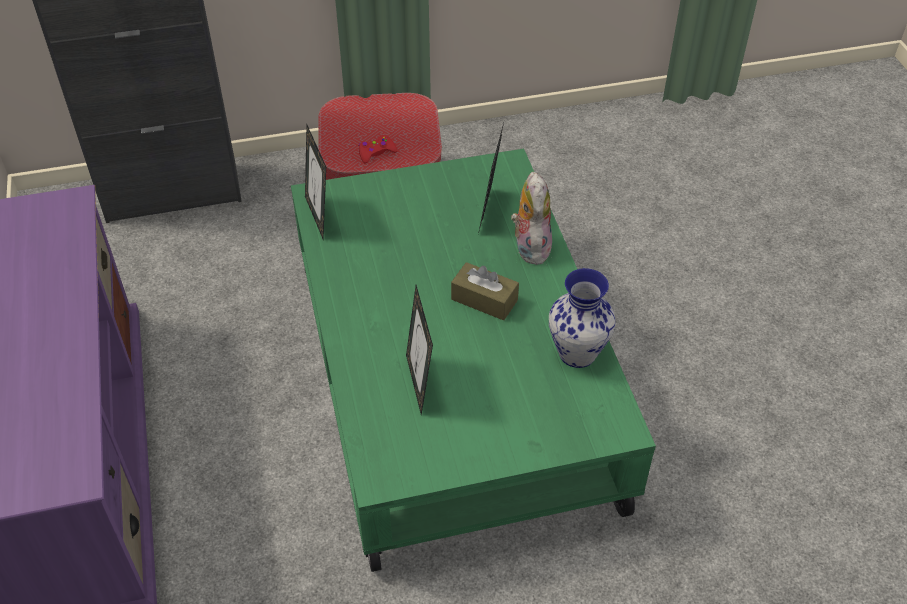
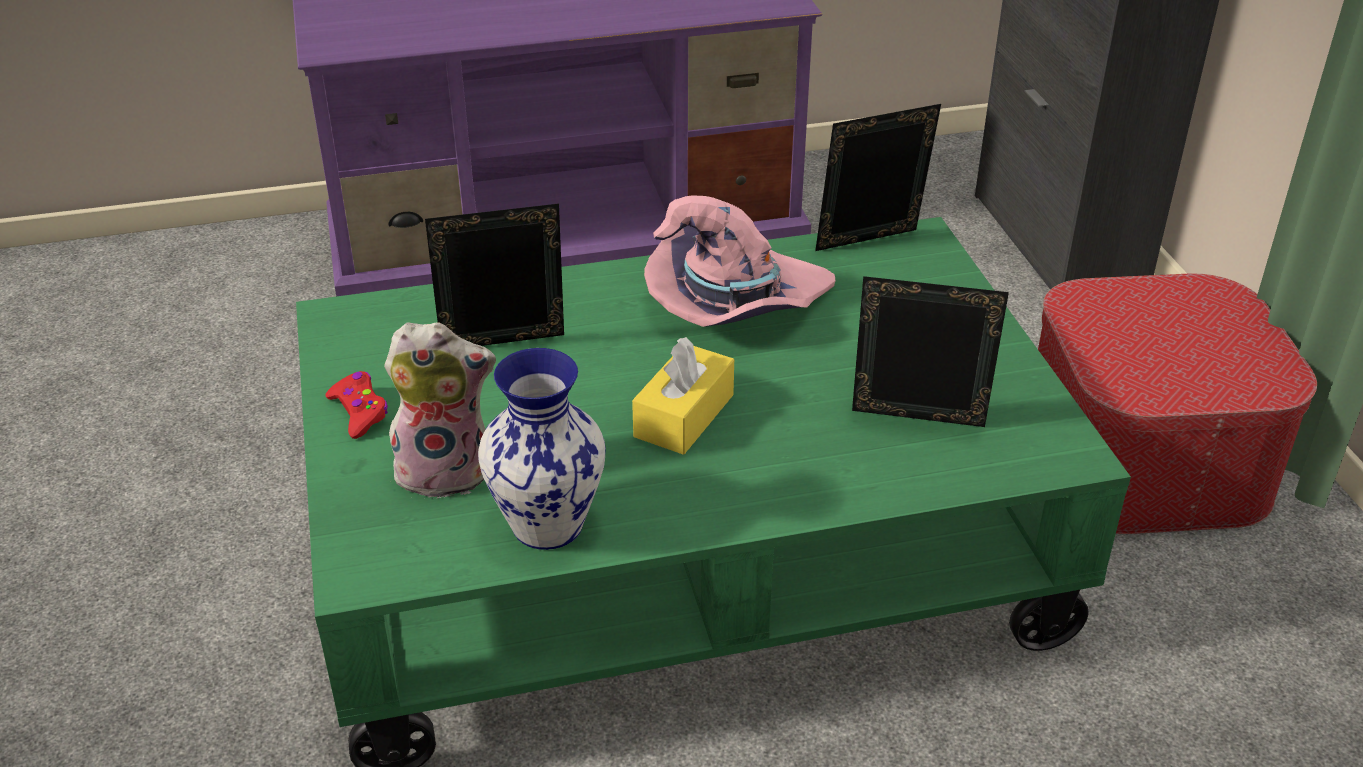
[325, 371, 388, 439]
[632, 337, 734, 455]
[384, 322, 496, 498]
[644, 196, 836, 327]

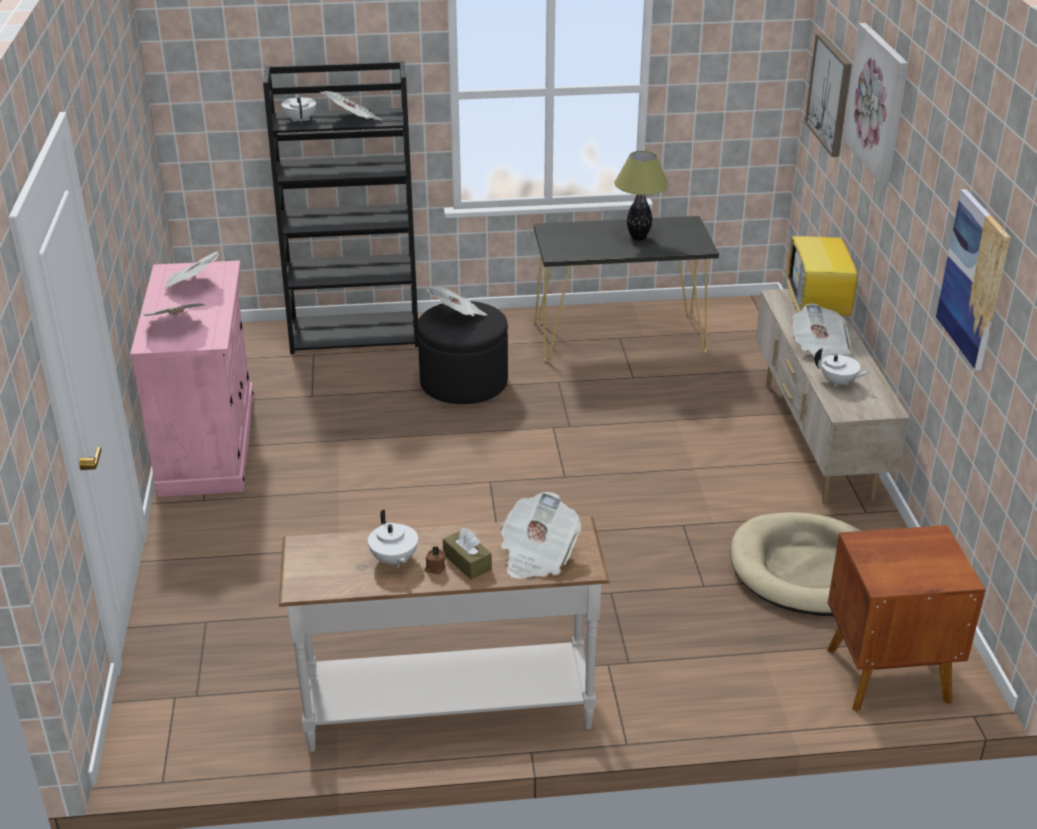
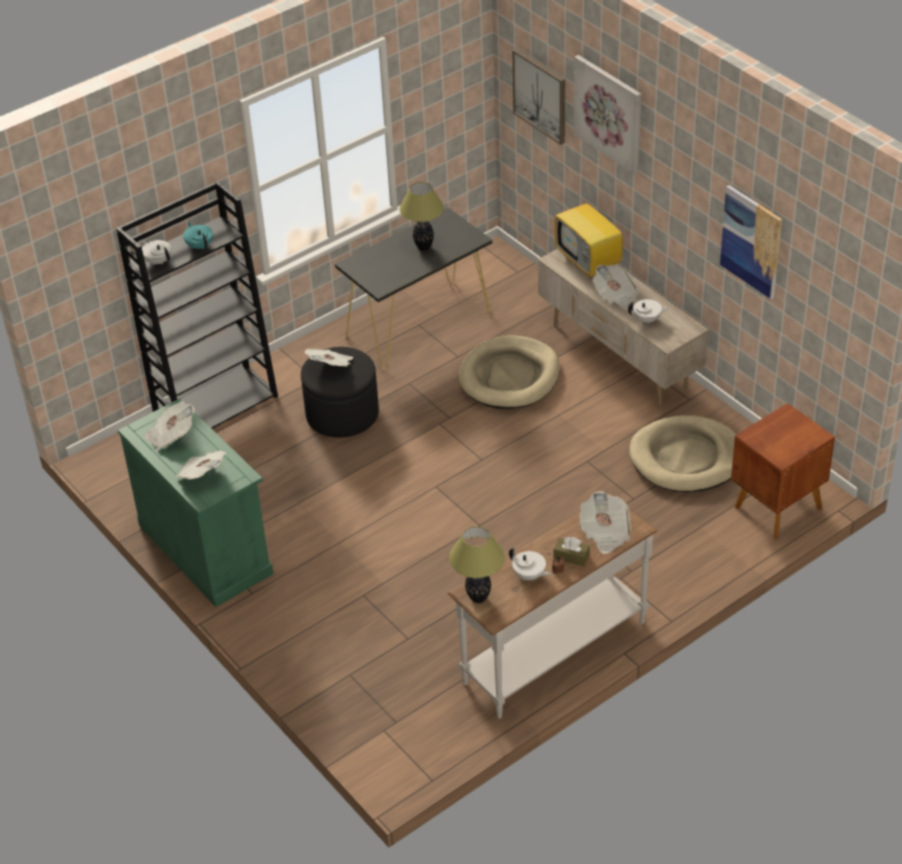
[118, 398, 274, 607]
[183, 222, 213, 250]
[449, 526, 505, 603]
[459, 335, 560, 409]

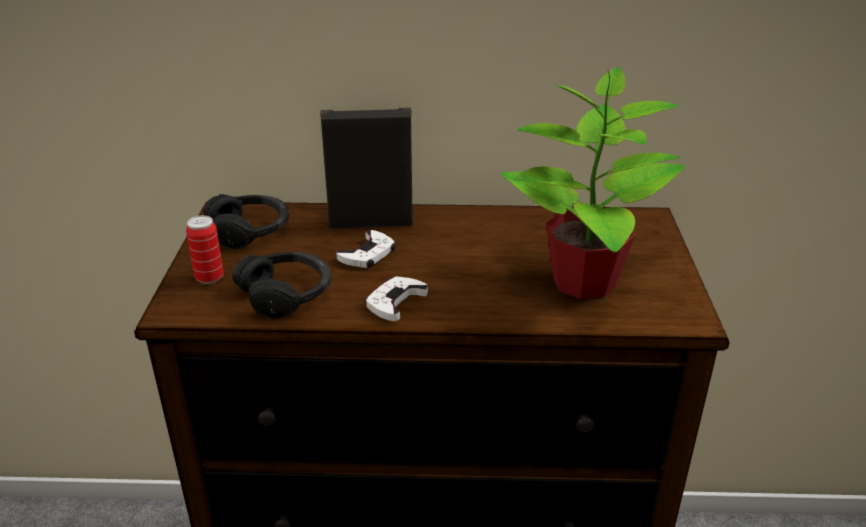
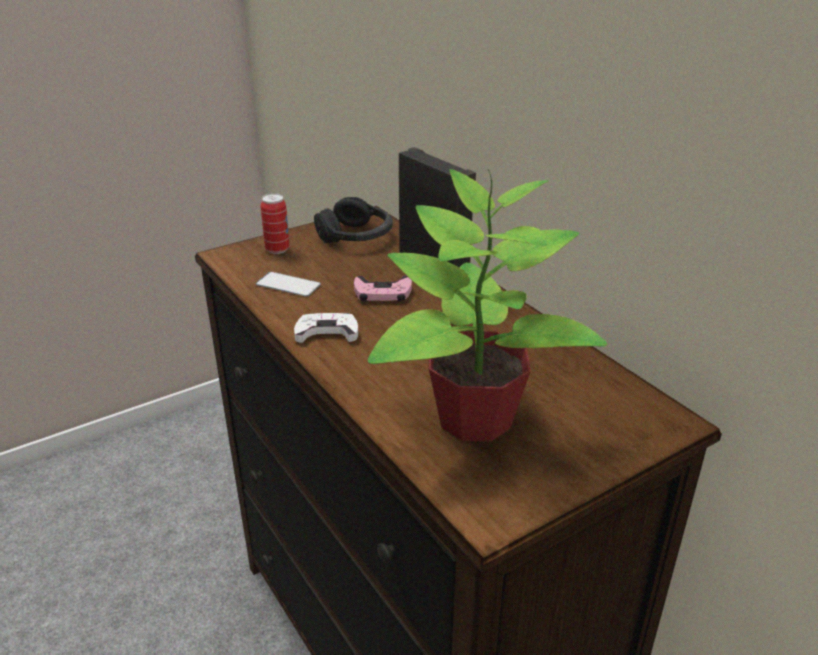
[256, 272, 321, 297]
[354, 275, 412, 302]

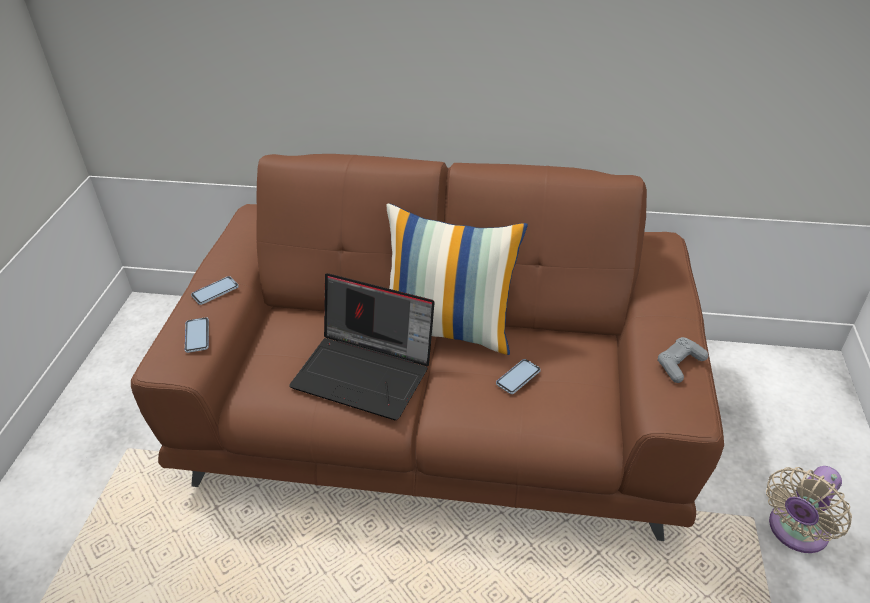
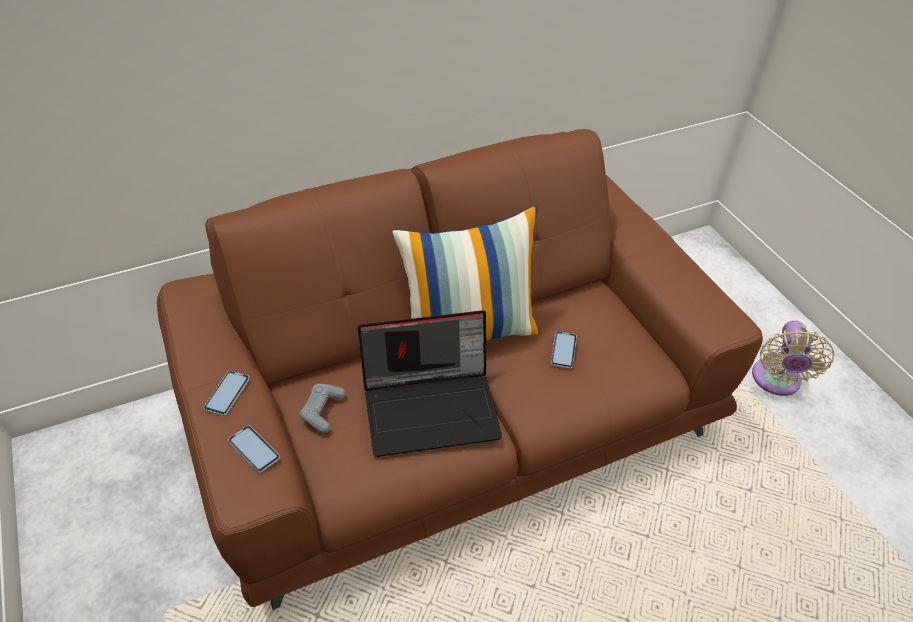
[300, 384, 346, 433]

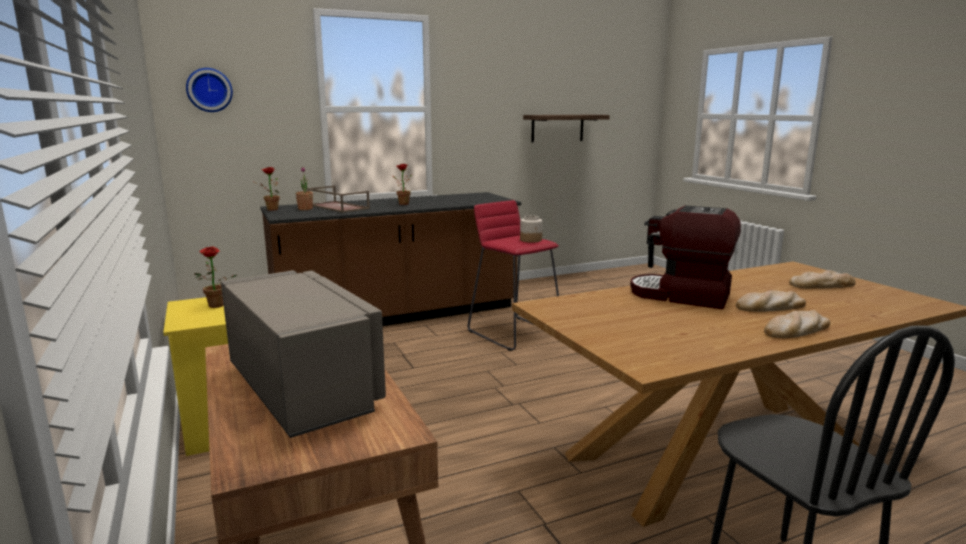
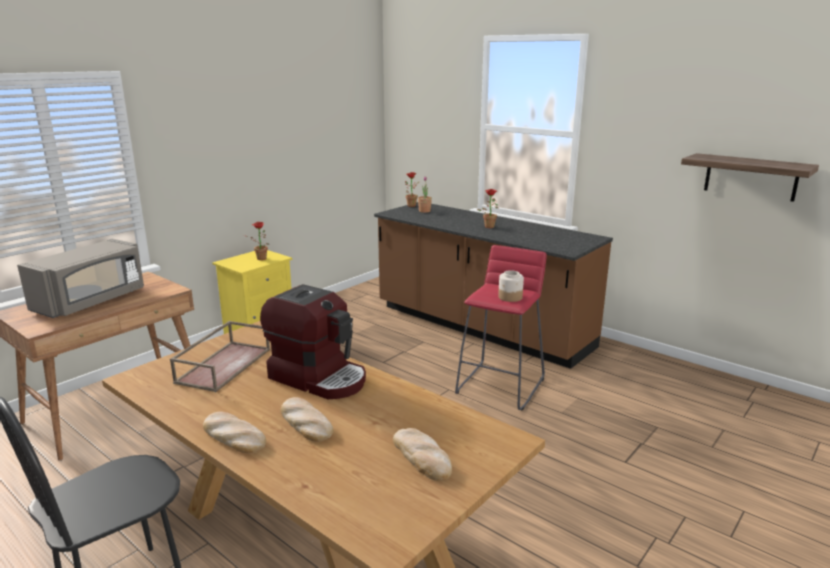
[186, 68, 233, 112] (first image)
[170, 321, 270, 392]
[260, 284, 366, 399]

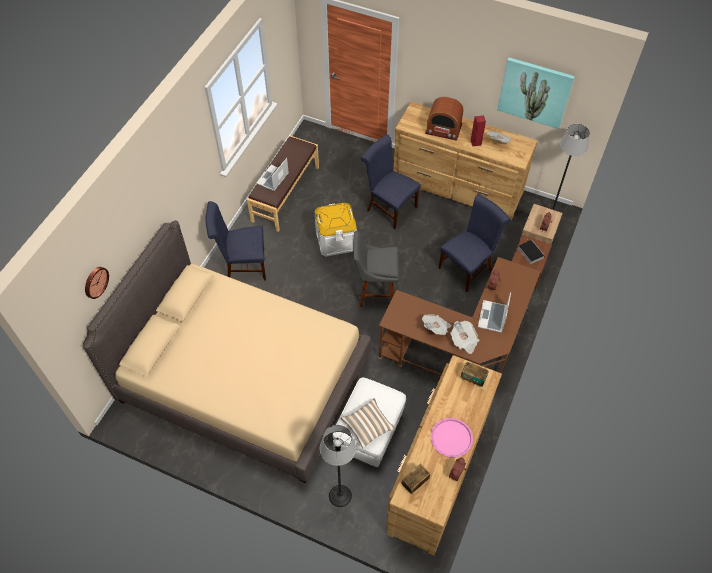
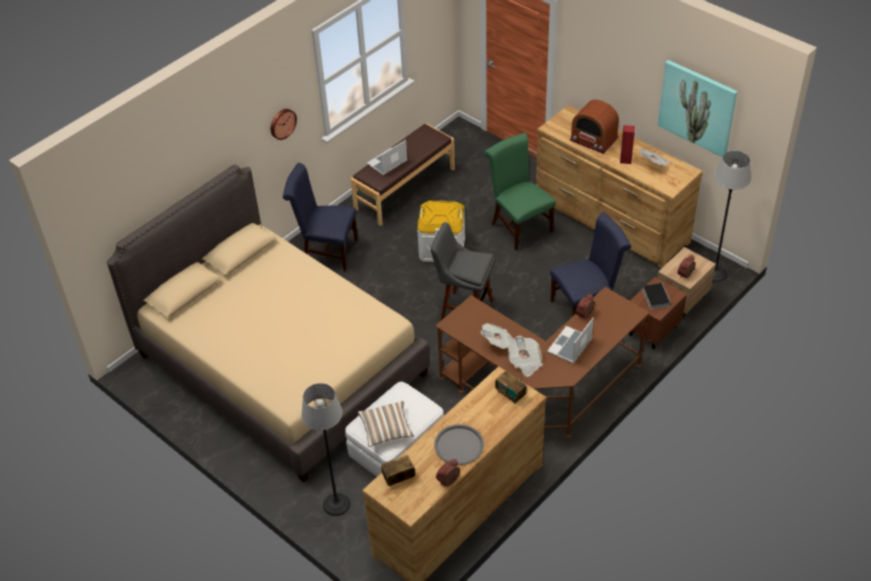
[271, 109, 297, 140]
[484, 133, 556, 250]
[434, 424, 484, 465]

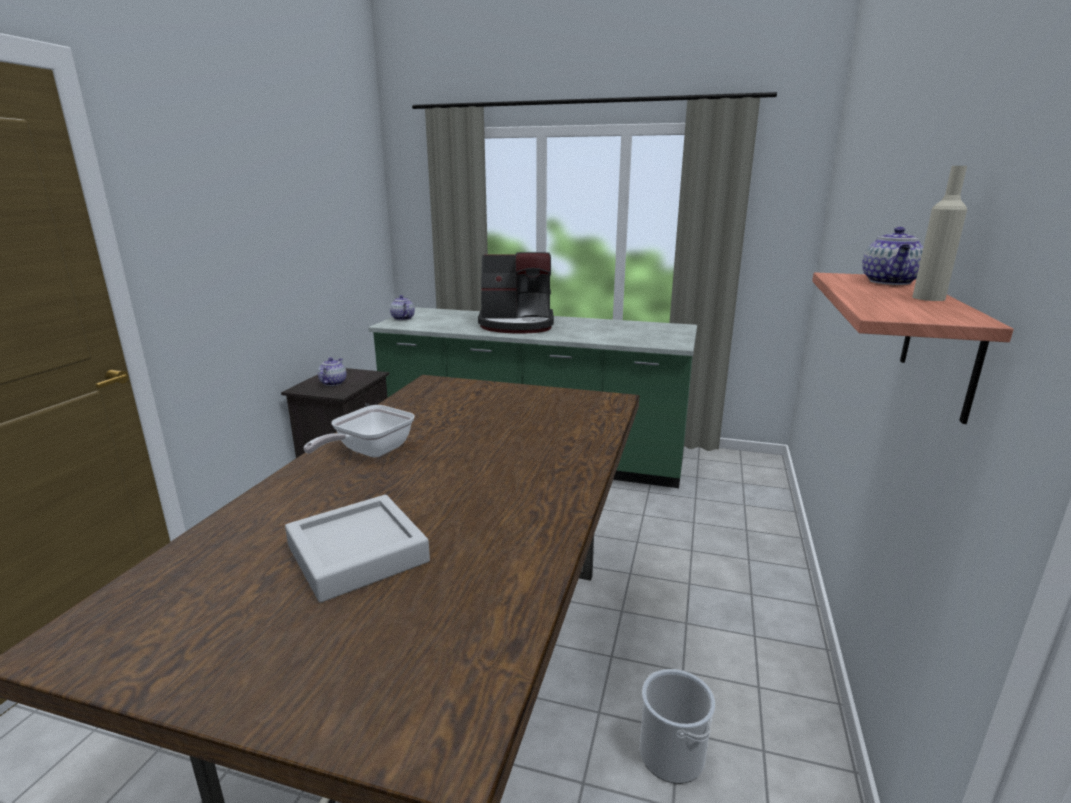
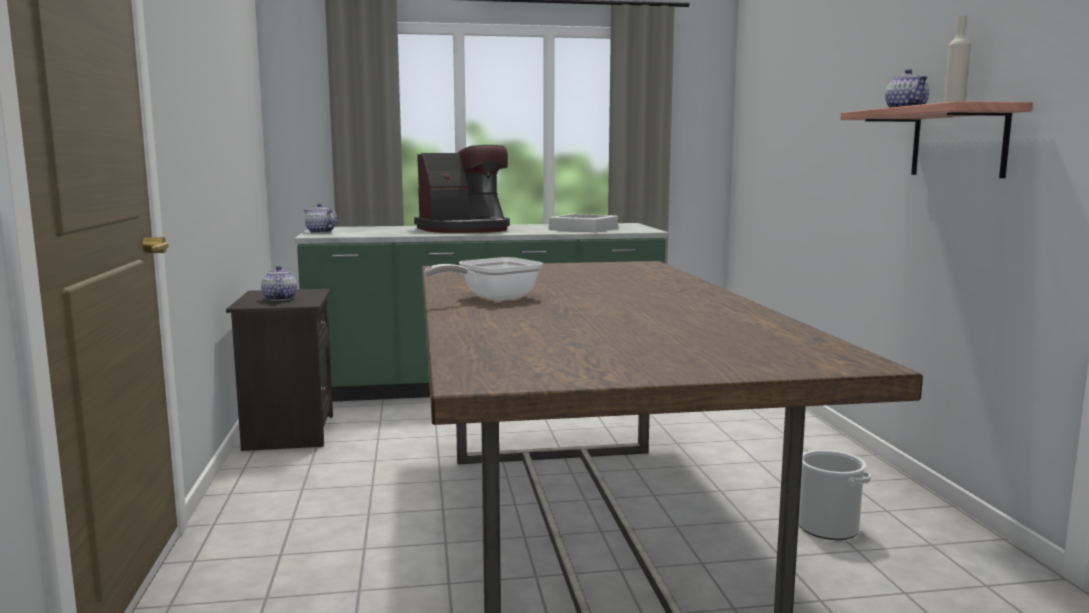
[549, 214, 618, 232]
[424, 257, 543, 301]

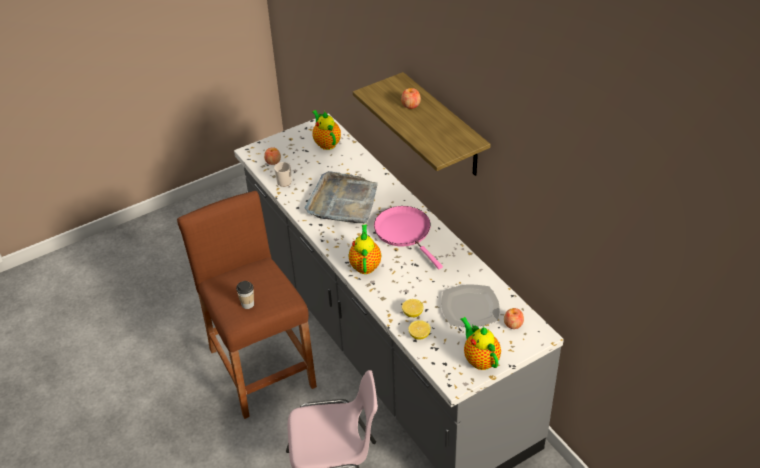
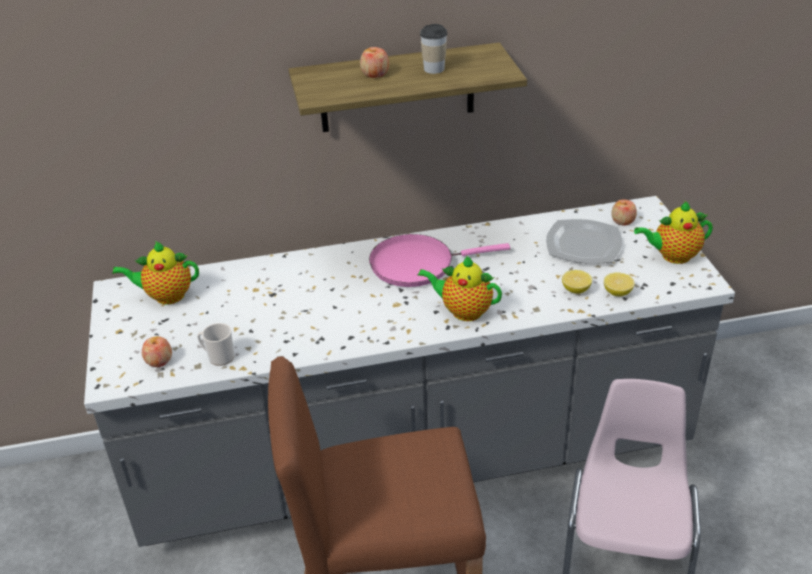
[420, 24, 447, 74]
[305, 171, 378, 223] (first image)

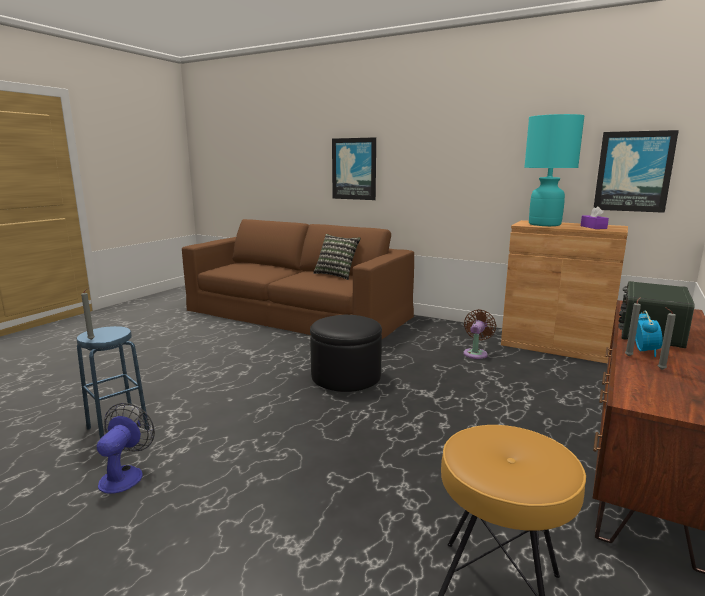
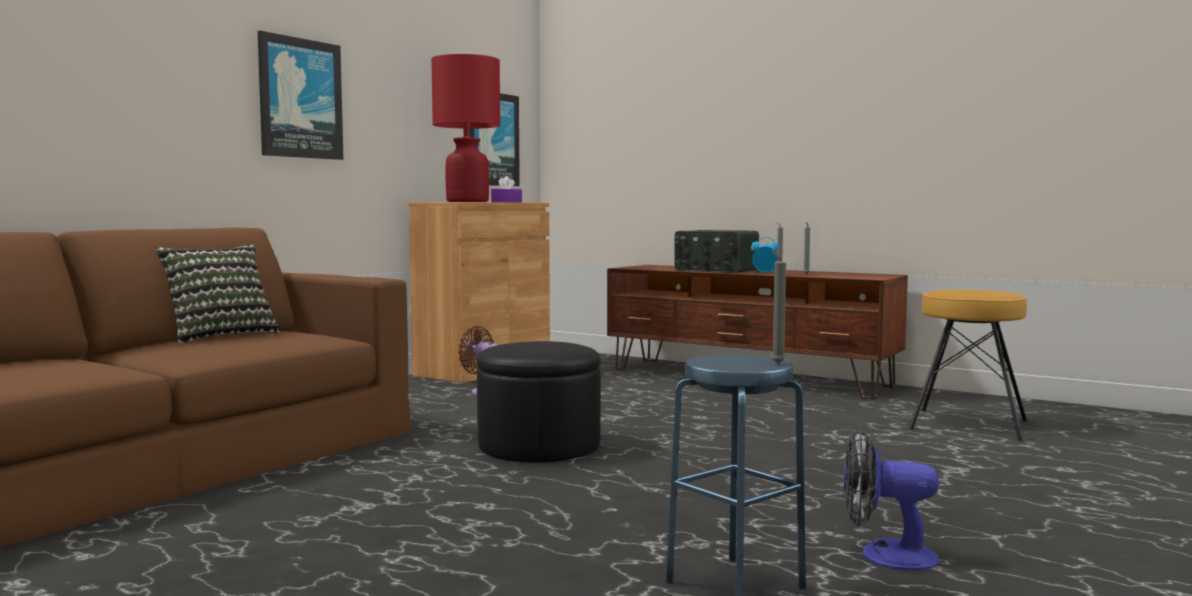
[258, 31, 344, 160]
[431, 54, 500, 202]

